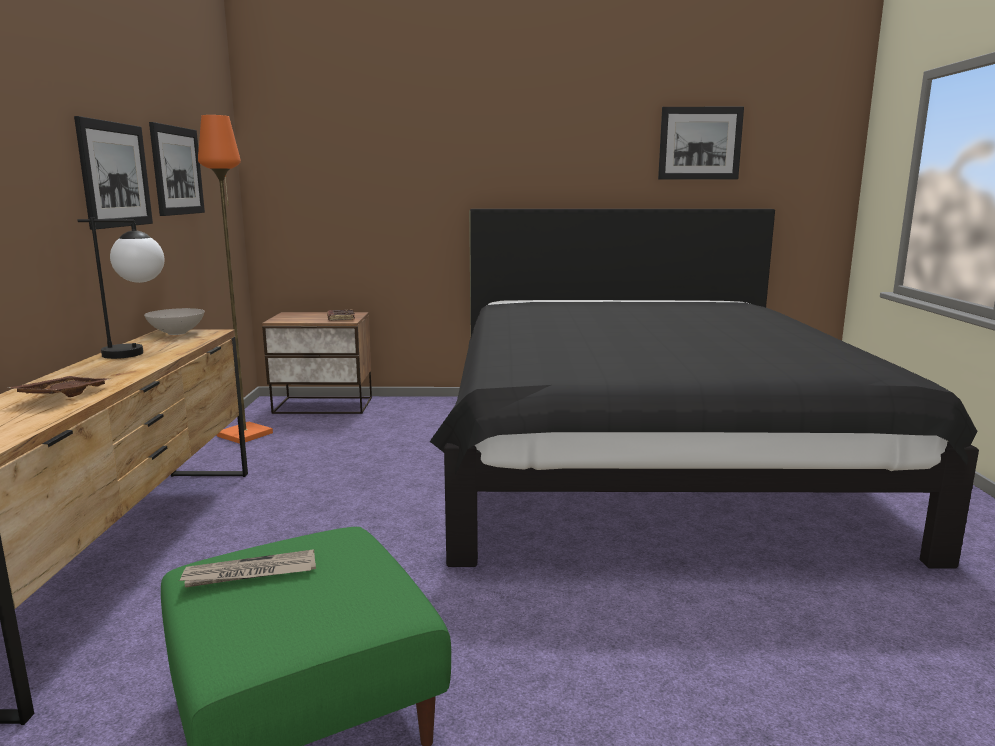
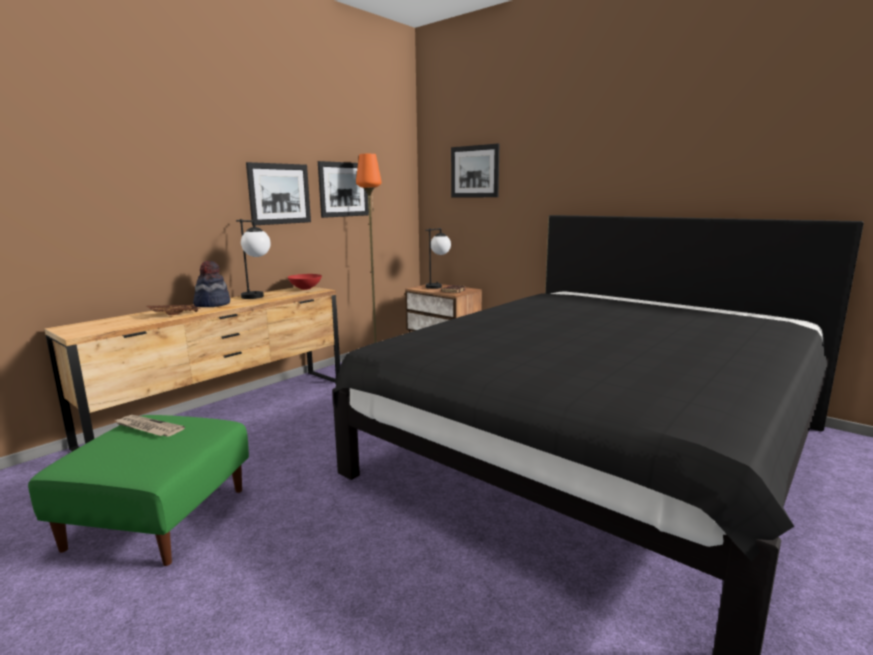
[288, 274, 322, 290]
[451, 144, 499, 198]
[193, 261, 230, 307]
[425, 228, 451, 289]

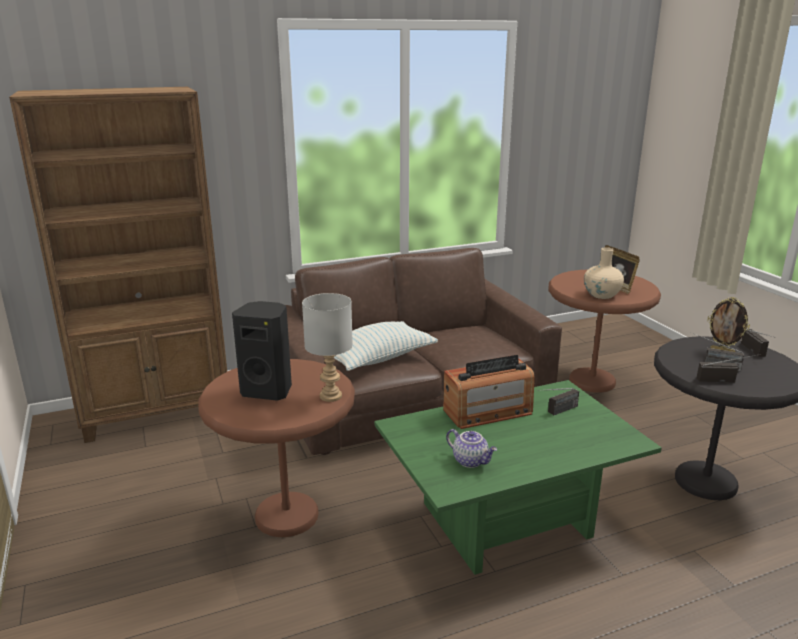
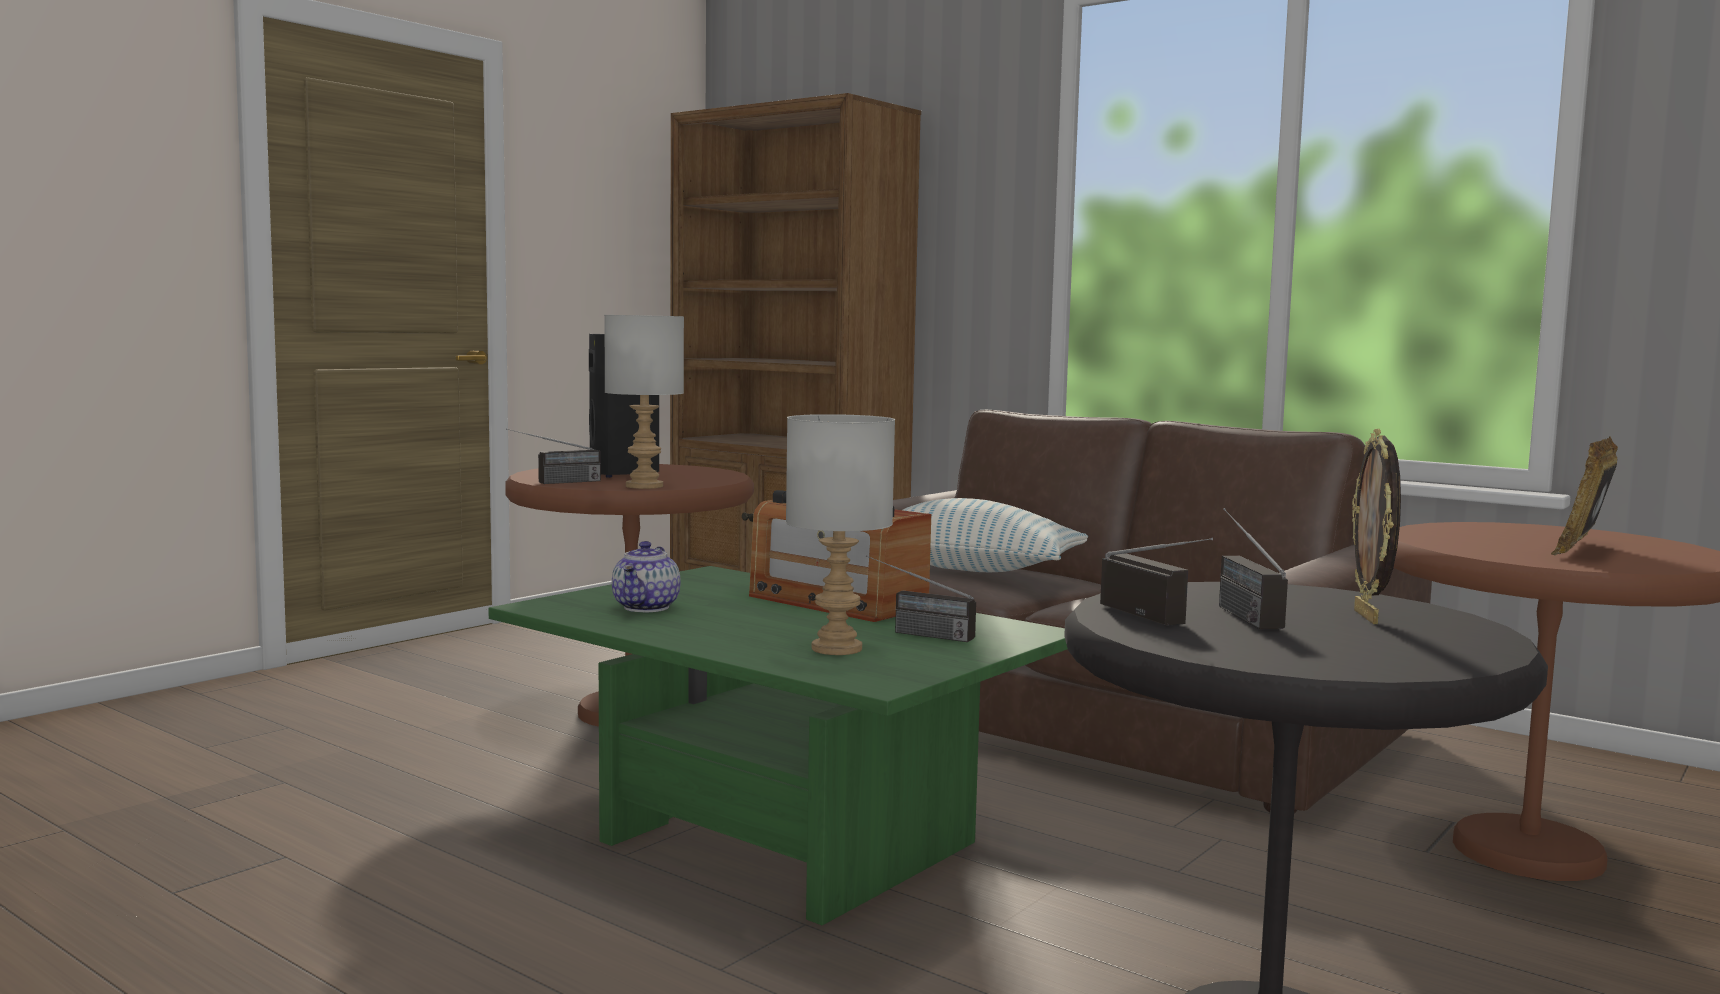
[584, 247, 624, 299] (first image)
[506, 429, 601, 484]
[786, 414, 895, 655]

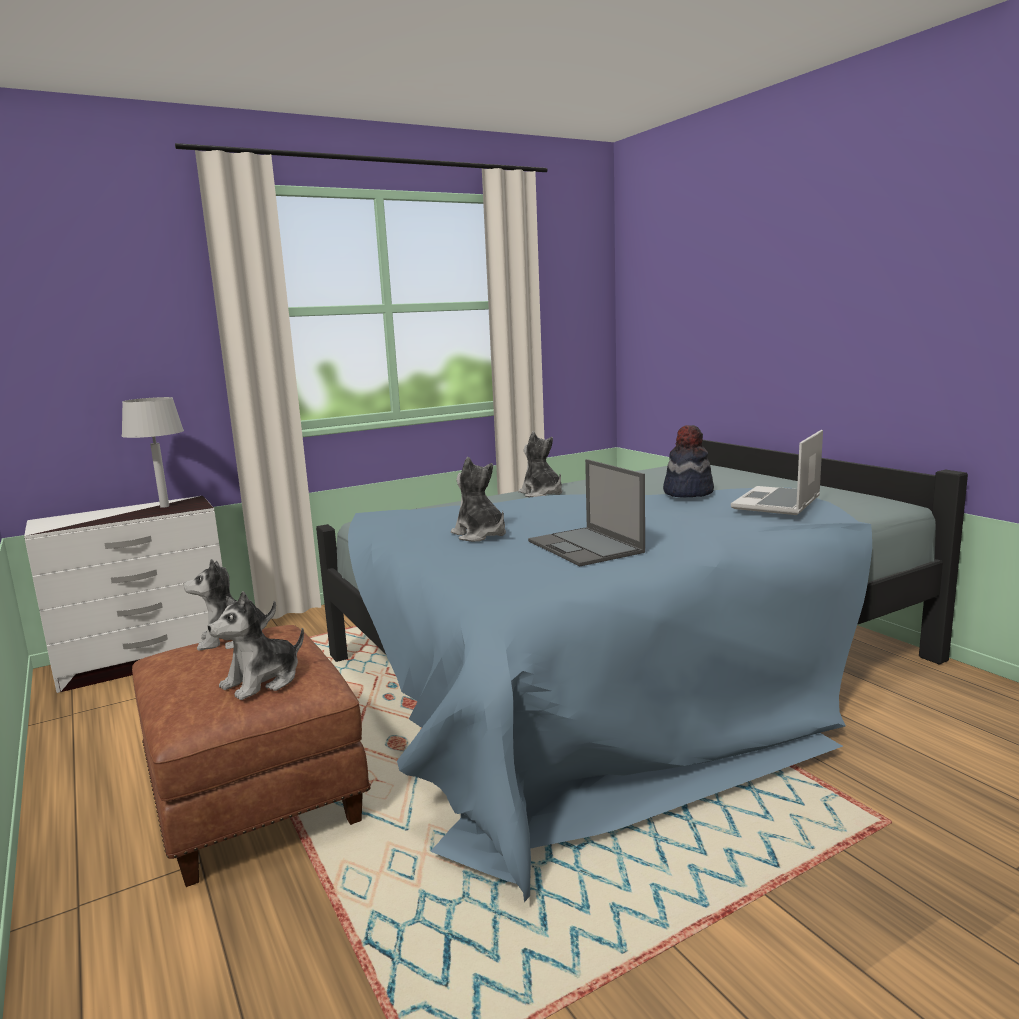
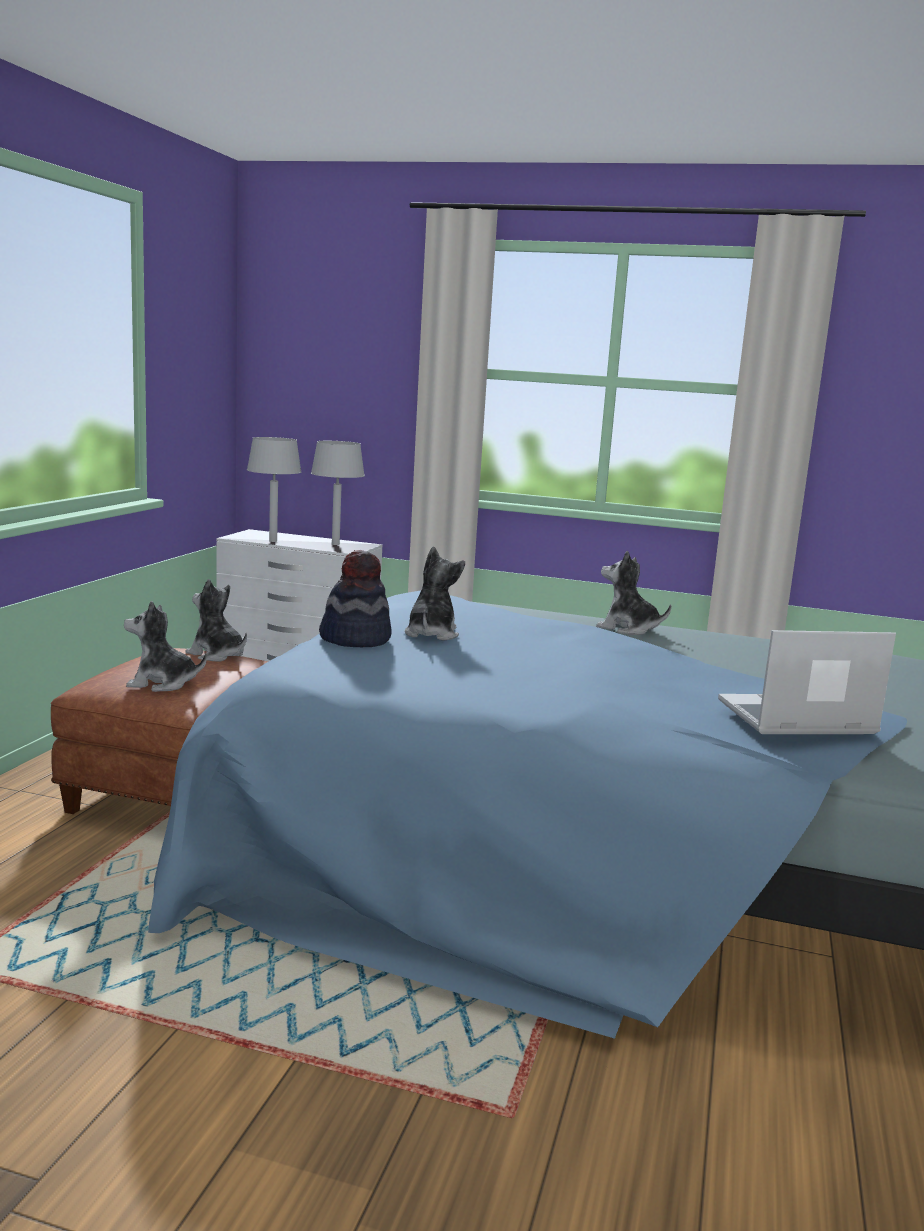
[596, 551, 671, 635]
[528, 459, 645, 566] (first image)
[319, 550, 392, 647]
[247, 437, 302, 542]

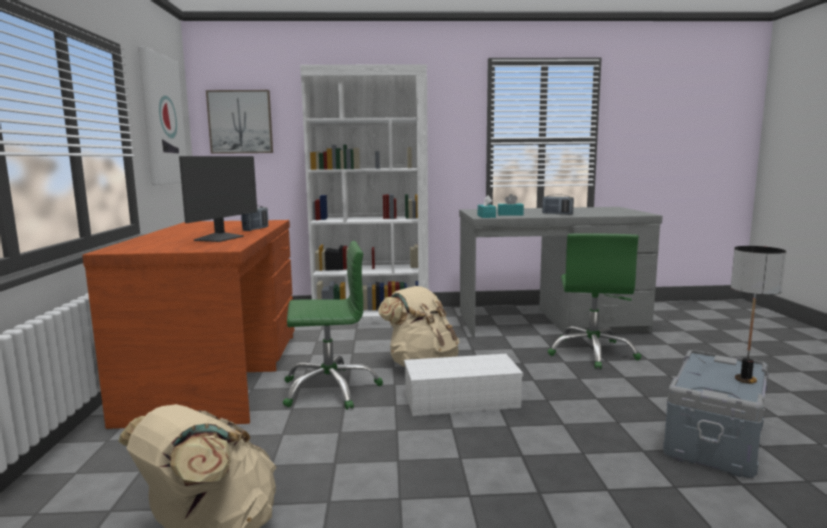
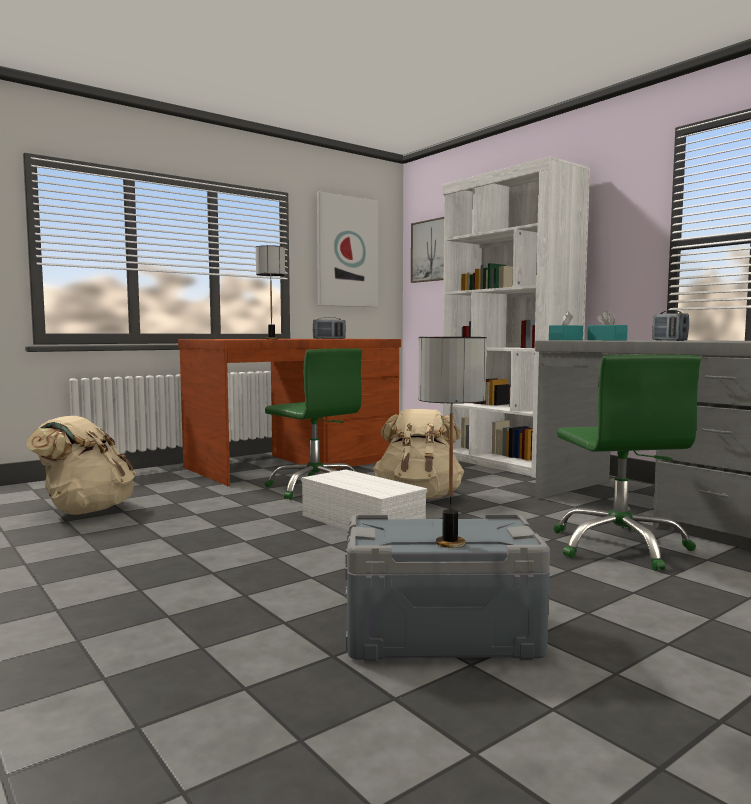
[256, 245, 285, 339]
[553, 355, 701, 571]

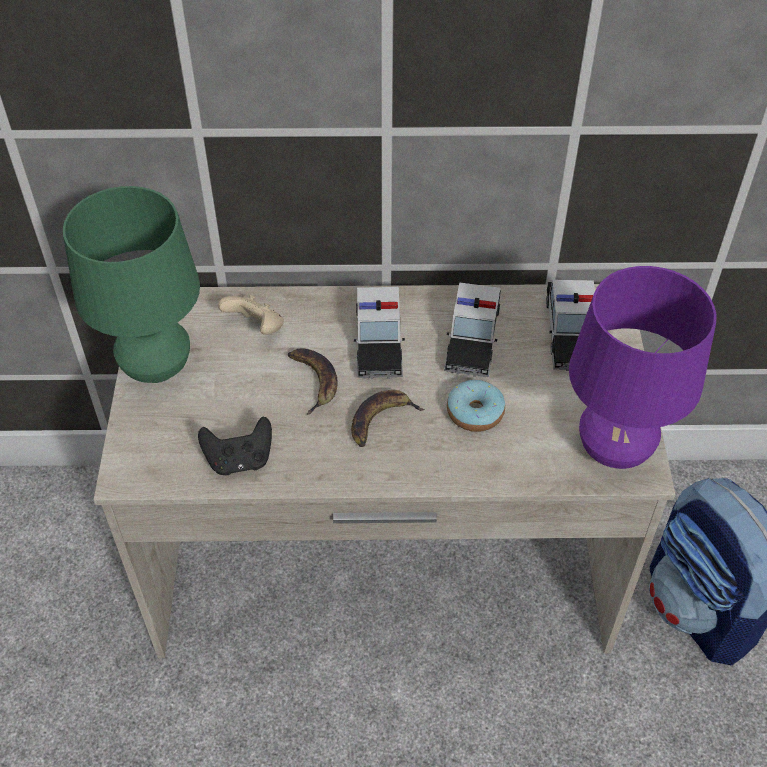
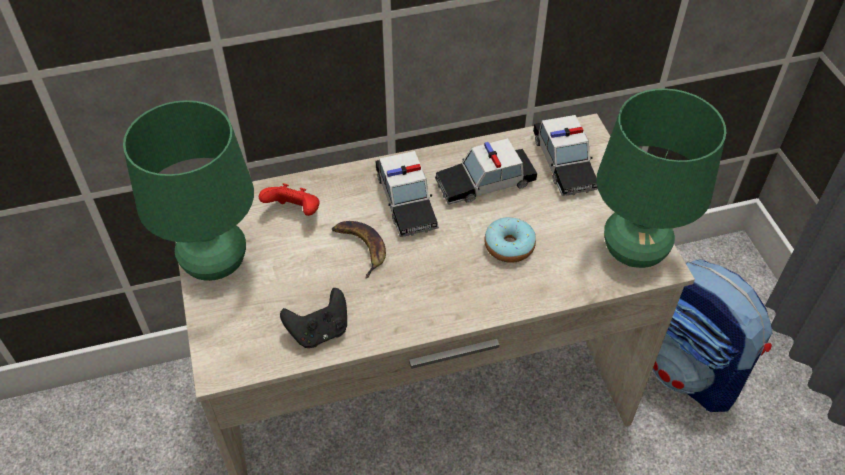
[259, 183, 320, 216]
[351, 390, 425, 447] (first image)
[435, 138, 537, 205]
[596, 88, 726, 268]

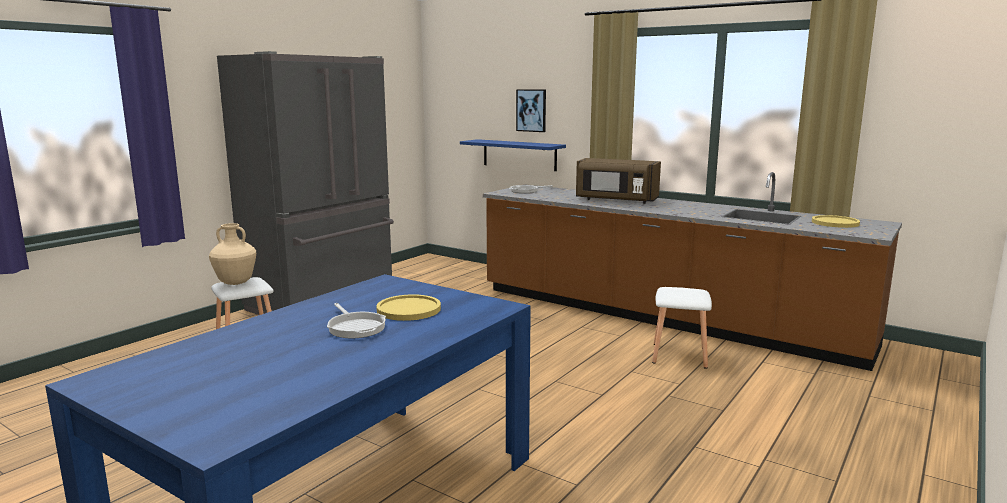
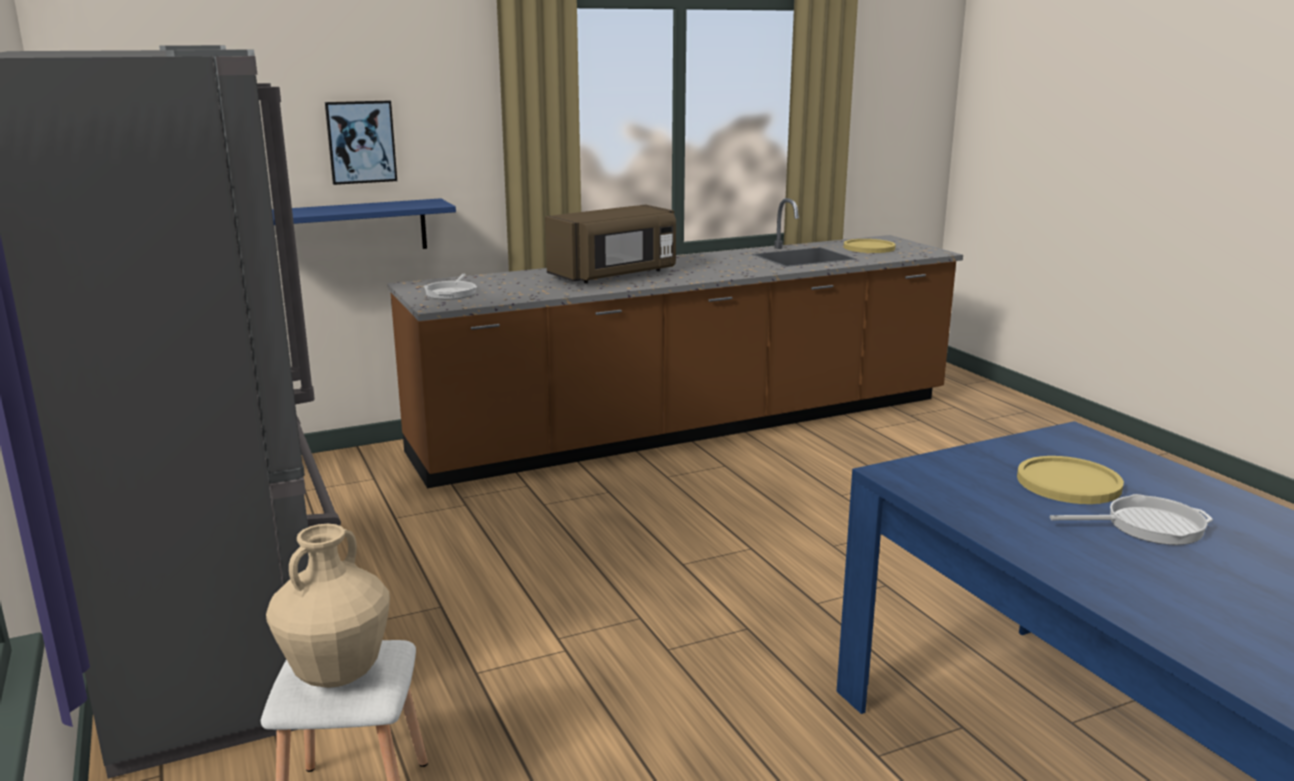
[652, 287, 712, 369] (first image)

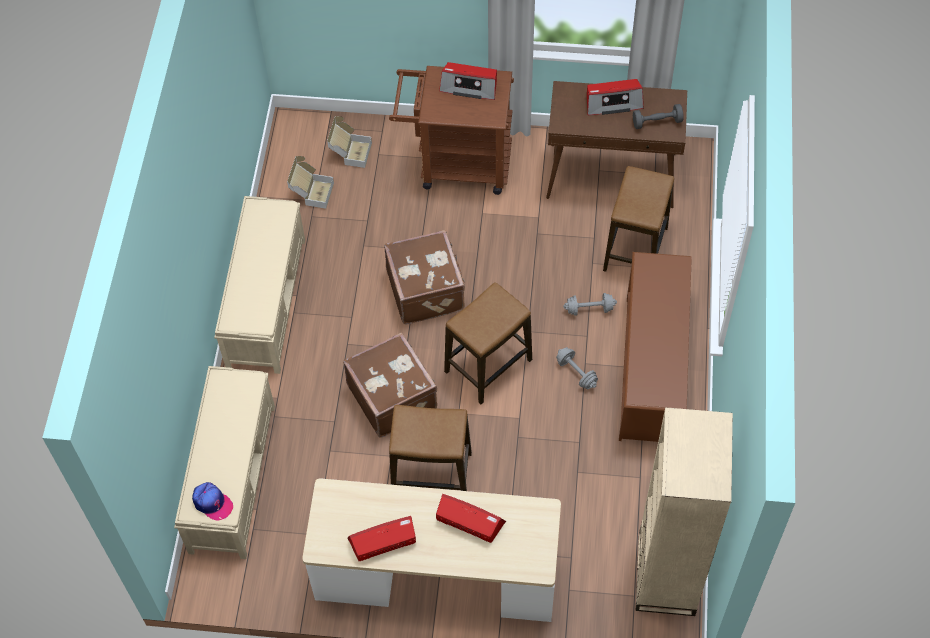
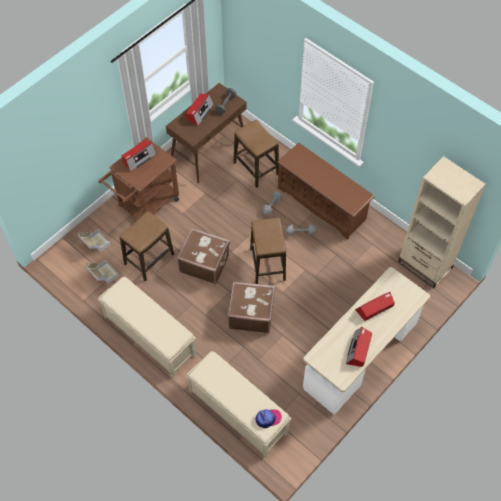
[119, 211, 174, 281]

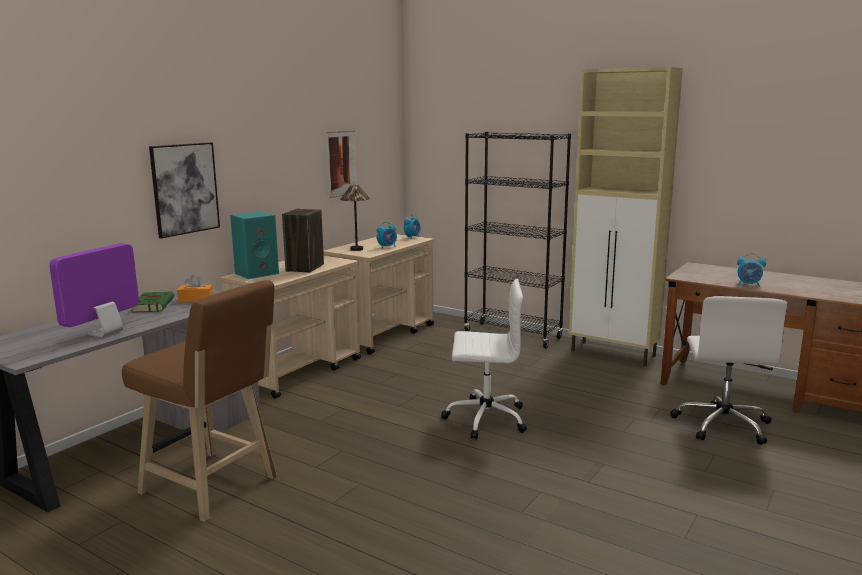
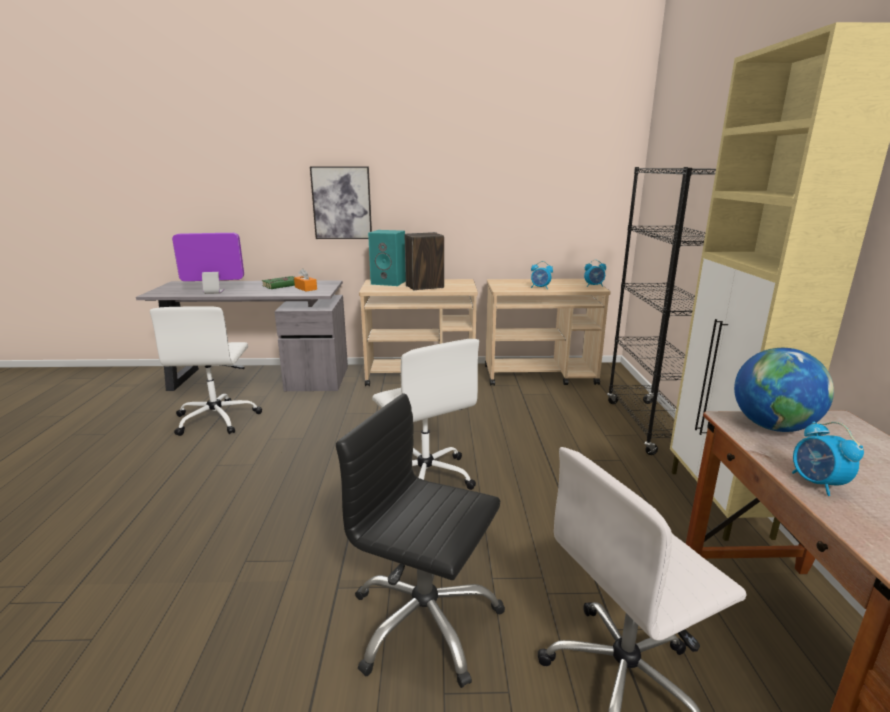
[150, 306, 262, 436]
[326, 130, 357, 198] (first image)
[340, 185, 370, 251] (first image)
[336, 393, 505, 688]
[734, 348, 834, 432]

